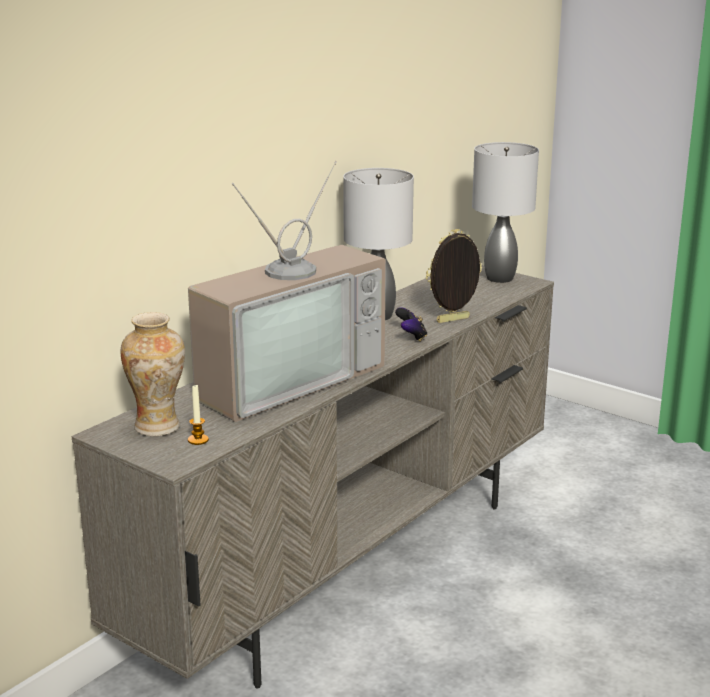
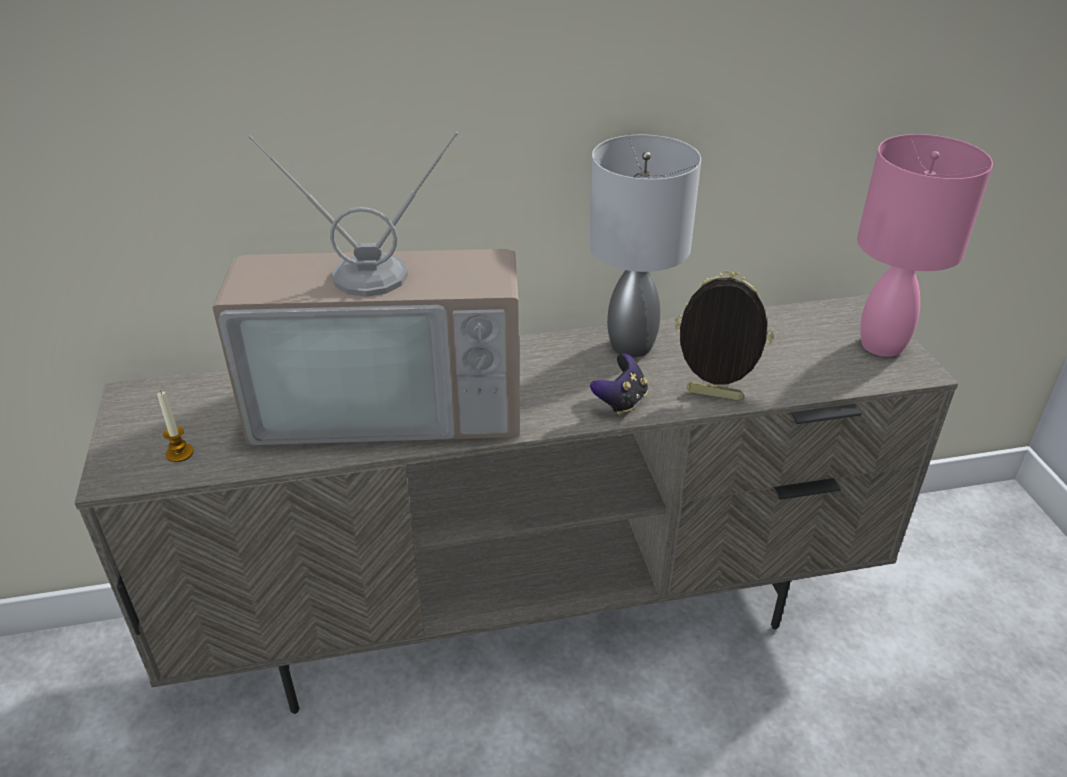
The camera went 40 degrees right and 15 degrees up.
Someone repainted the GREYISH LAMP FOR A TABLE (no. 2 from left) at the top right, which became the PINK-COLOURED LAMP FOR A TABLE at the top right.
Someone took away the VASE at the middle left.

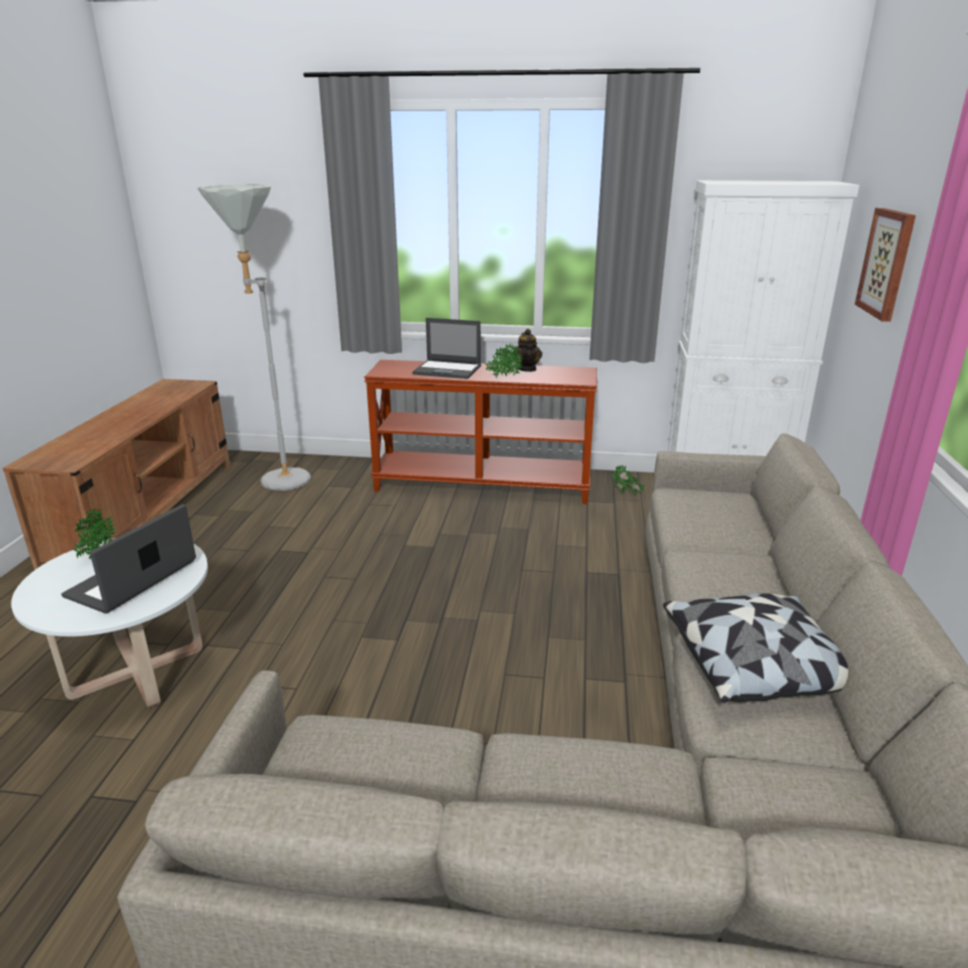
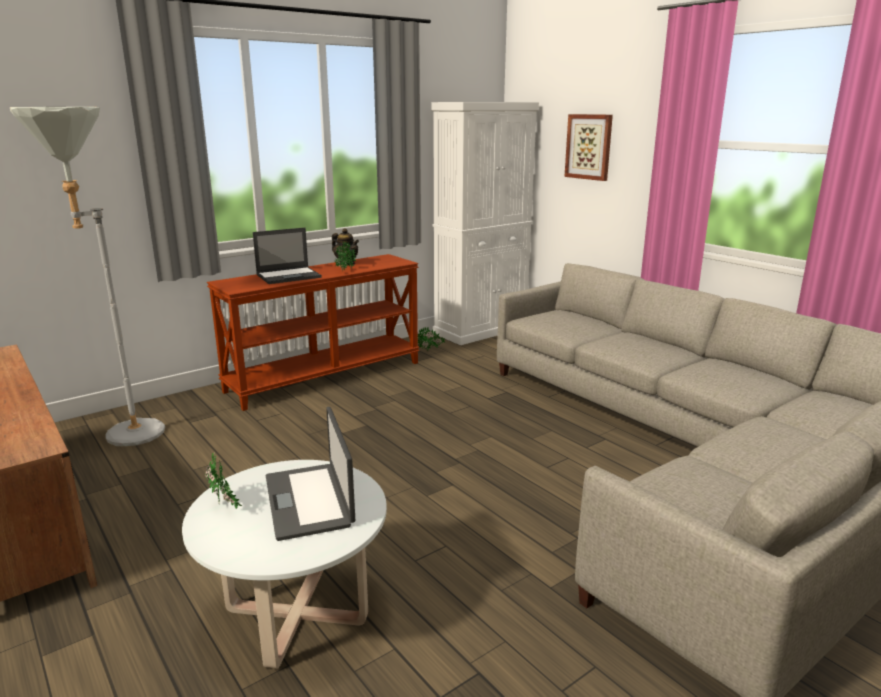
The camera went 45 degrees left and 5 degrees down.
Someone took away the PILLOW at the bottom right.

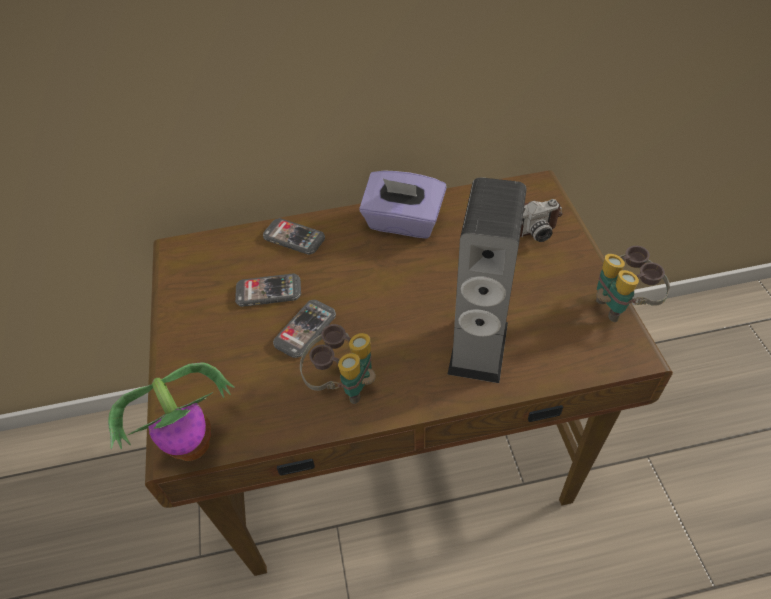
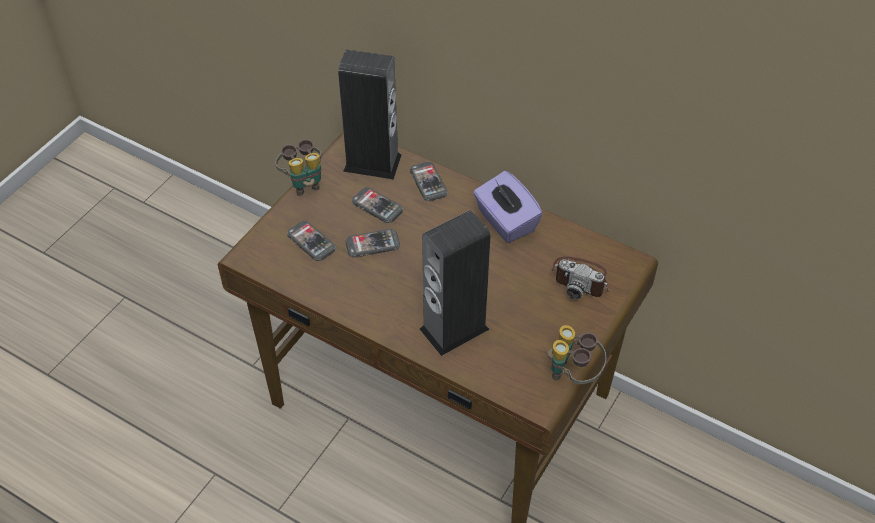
The camera went 40 degrees right and 0 degrees up.
Someone carried the PAIR OF BINOCULARS (no. 1 from left) from the centre to the top centre.
Someone took away the PLANT IN A POT at the bottom left.
Someone put down the SPEAKER (no. 1 from left) at the top centre.
Someone put down the PHONE (no. 1 from left) at the centre.

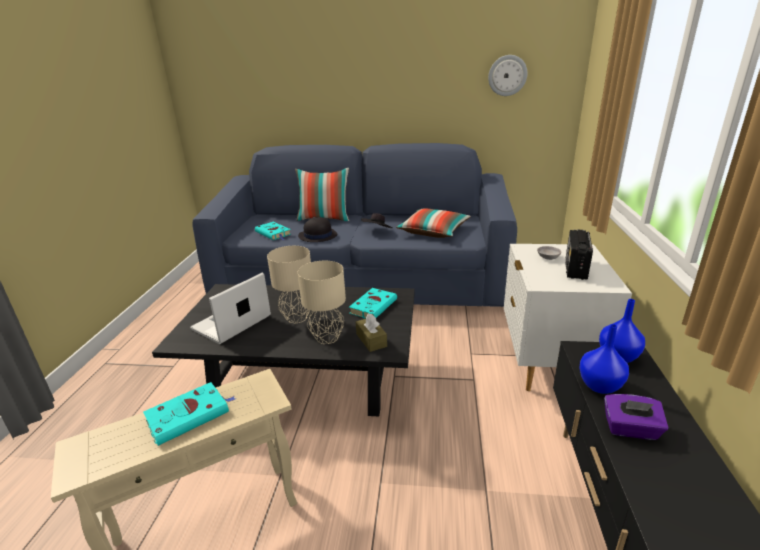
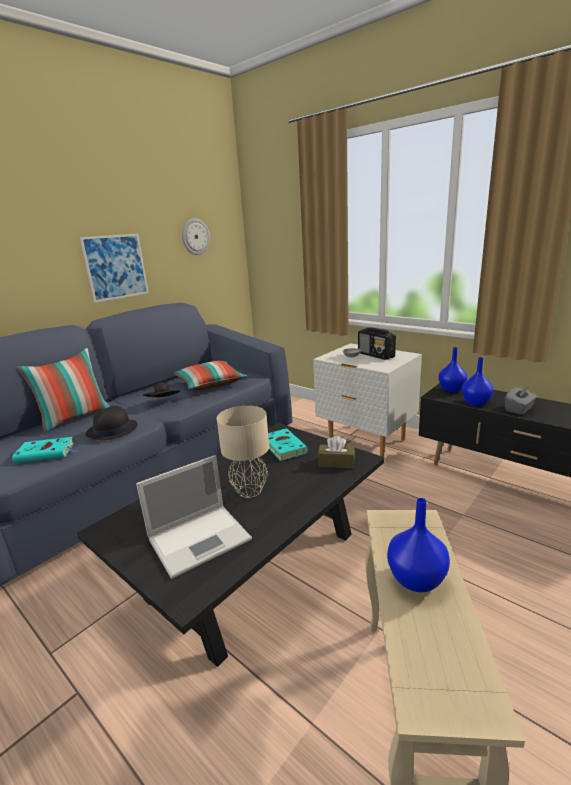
The camera went 55 degrees left and 5 degrees down.
Someone took away the BEIGE-COLOURED LAMP FOR A TABLE (no. 2 from left) at the centre.
Someone rotated the NOTEBOOK COMPUTER at the middle left by 105 degrees counterclockwise.
Someone swapped the TURQUOISE-COLOURED BOUND BOOK (no. 1 from left) at the bottom left for the BLUE VASE (no. 1 from left) at the bottom right.
Someone repainted the PURPLE-COLOURED TISSUE HOLDER at the bottom right, which became the GREYISH TISSUE HOLDER at the middle right.
Someone put up the WALL PICTURE at the middle left.

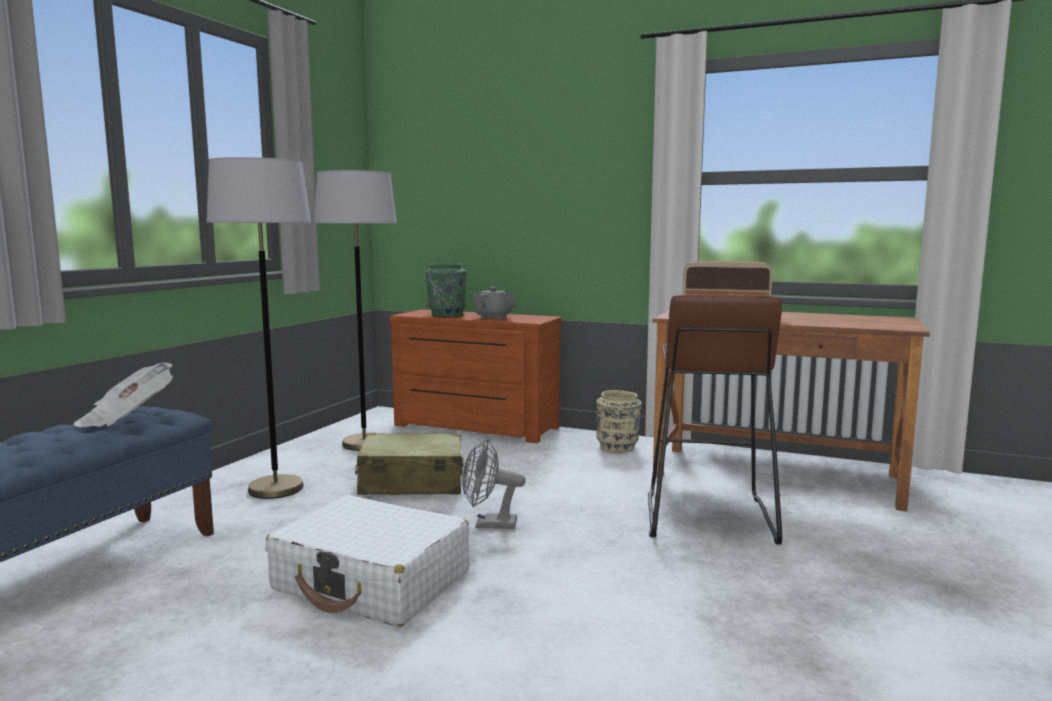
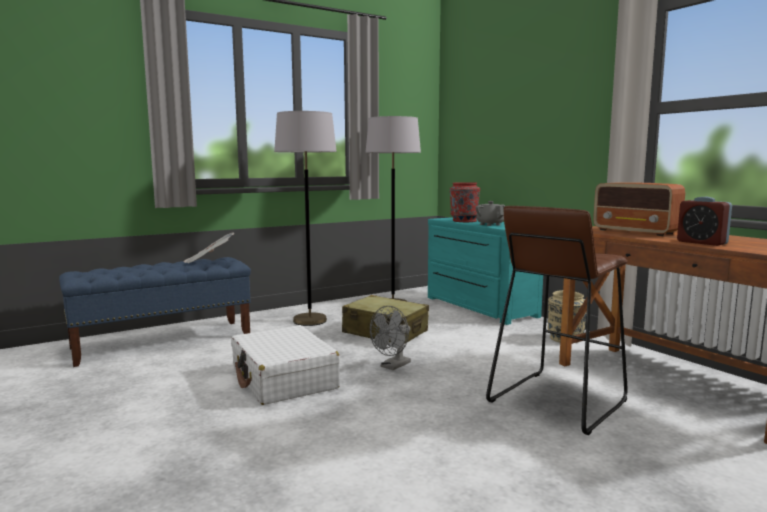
The camera went 35 degrees right and 0 degrees up.
Someone repainted the GREENISH VASE at the centre, which became the RED-COLOURED VASE at the centre.
Someone repainted the BROWNISH CHEST OF DRAWERS at the centre, which became the TURQUOISE-COLOURED CHEST OF DRAWERS at the centre.
Someone rotated the GREYISH FAN at the bottom centre by 90 degrees counterclockwise.
Someone put down the ALARM CLOCK at the middle right.

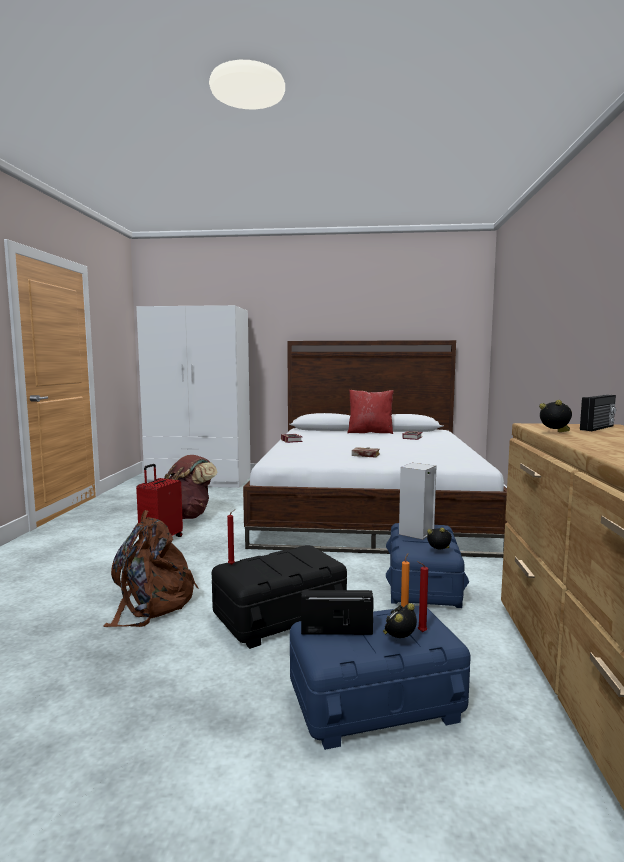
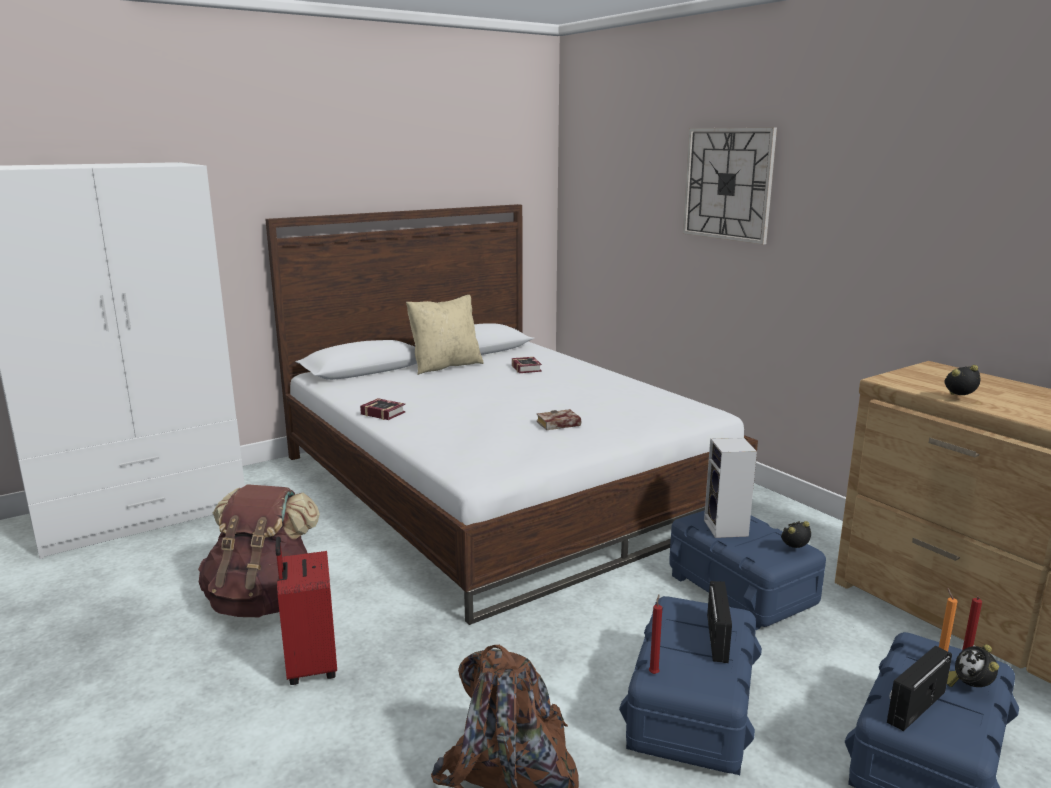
The camera went 40 degrees left and 10 degrees up.
Someone repainted the RED-COLOURED PILLOW at the centre, which became the BEIGE-COLOURED PILLOW at the centre.
Someone carried the RADIO RECEIVER (no. 2 from left in the first image) from the middle right to the bottom right.
Someone repainted the BLACK-COLOURED STORAGE BIN at the bottom centre, which became the BLUE STORAGE BIN (no. 1 from left) at the bottom centre.
Someone put up the WALL CLOCK at the top right.

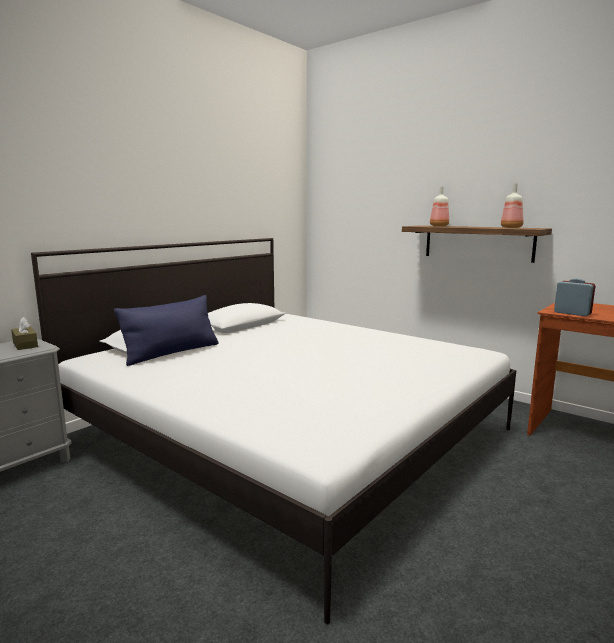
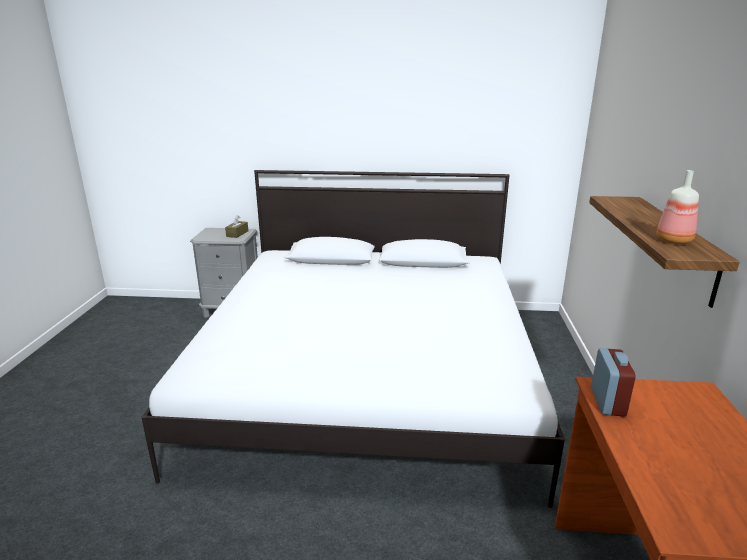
The camera went 55 degrees right and 10 degrees up.
Someone took away the BOTTLE (no. 1 from left) at the top right.
Someone took away the BLUE PILLOW at the middle left.

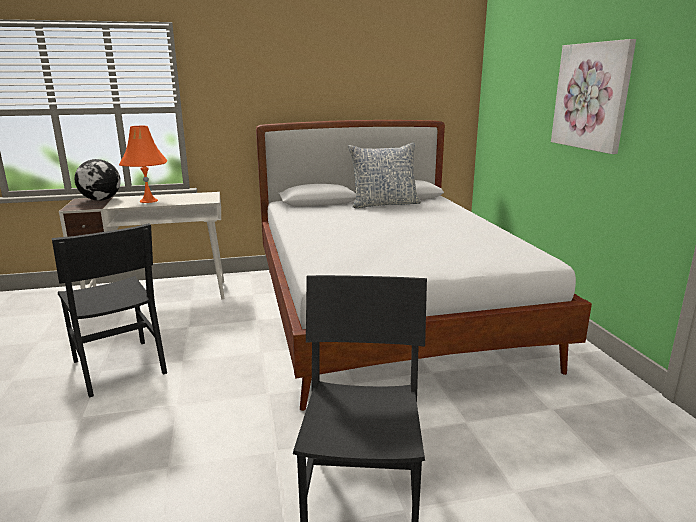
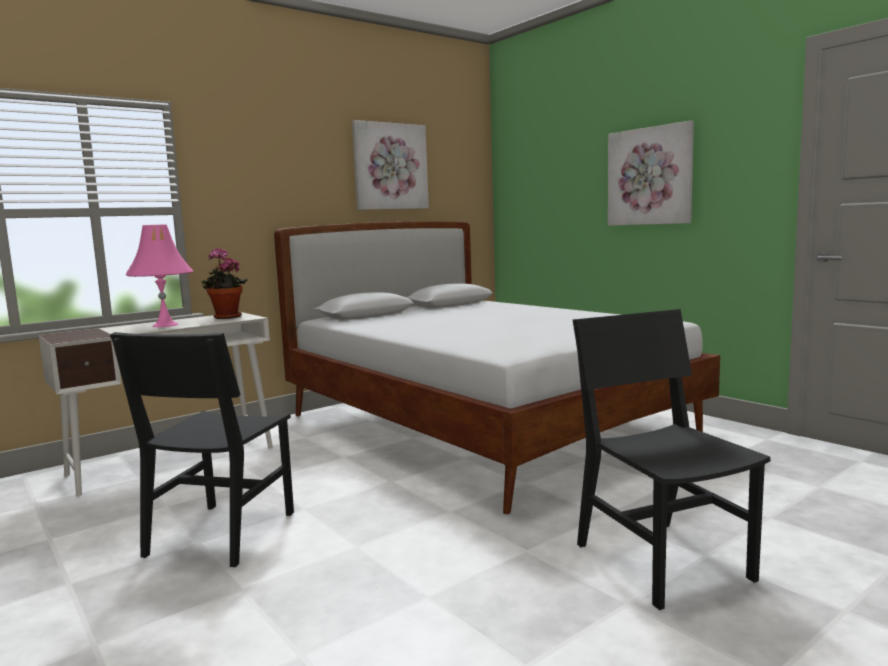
The camera went 25 degrees left and 10 degrees down.
Someone repainted the ORANGE LAMP FOR A TABLE at the top left, which became the PINK-COLOURED LAMP FOR A TABLE at the middle left.
Someone took away the PILLOW at the centre.
Someone took away the GLOBE at the middle left.
Someone rotated the BLACK-COLOURED CHAIR (no. 1 from left) at the middle left by 75 degrees clockwise.
Someone put up the WALL PICTURE (no. 1 from left) at the top centre.
Someone put down the PLANT IN A POT at the middle left.

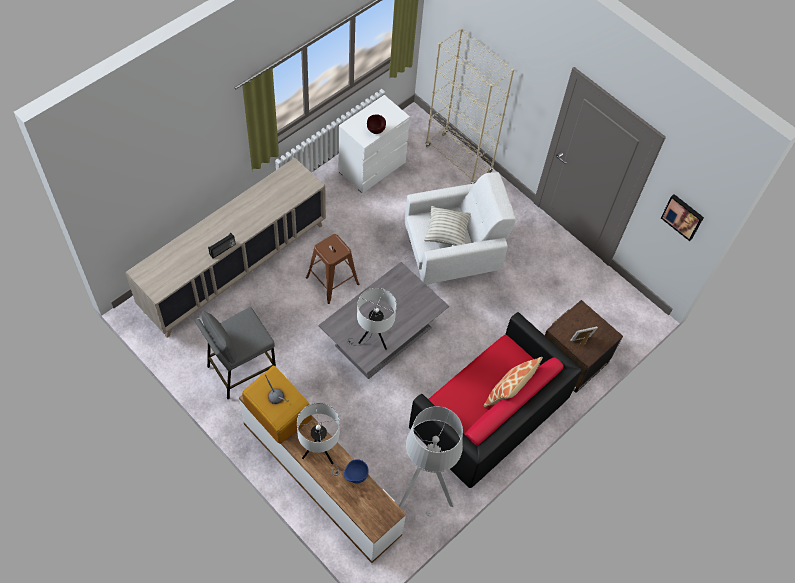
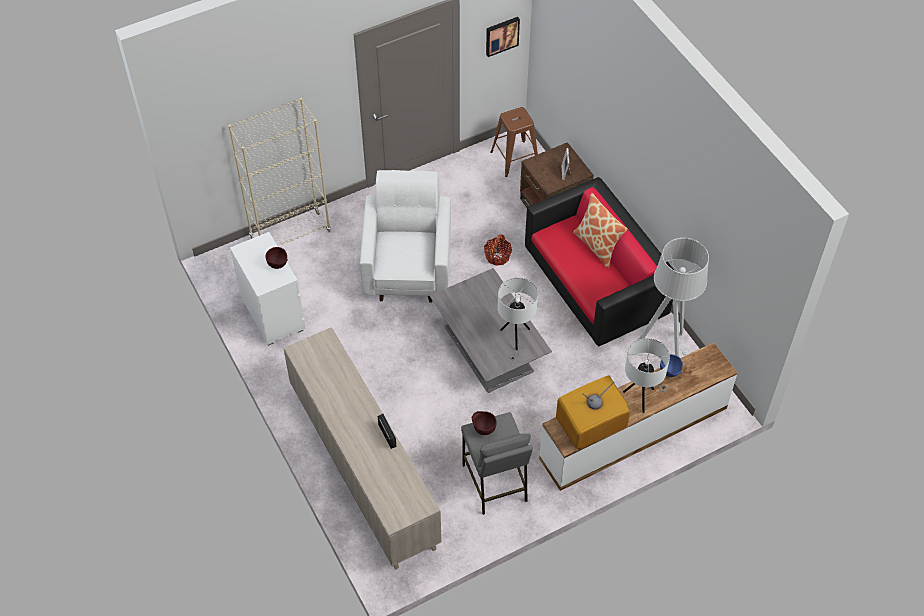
The camera went 70 degrees left and 5 degrees down.
Someone took away the PILLOW (no. 1 from left) at the centre.
Someone carried the BROWNISH SITTING STOOL from the centre to the top centre.
Someone put down the STORAGE BASKET at the centre.
Someone put down the BROWNISH BOWL (no. 2 from left) at the bottom centre.

